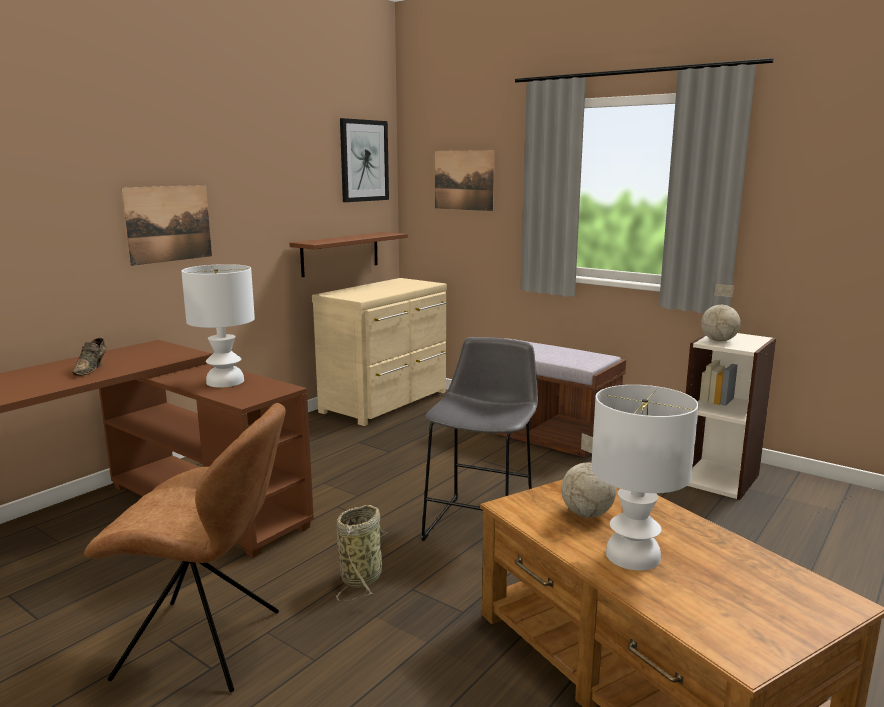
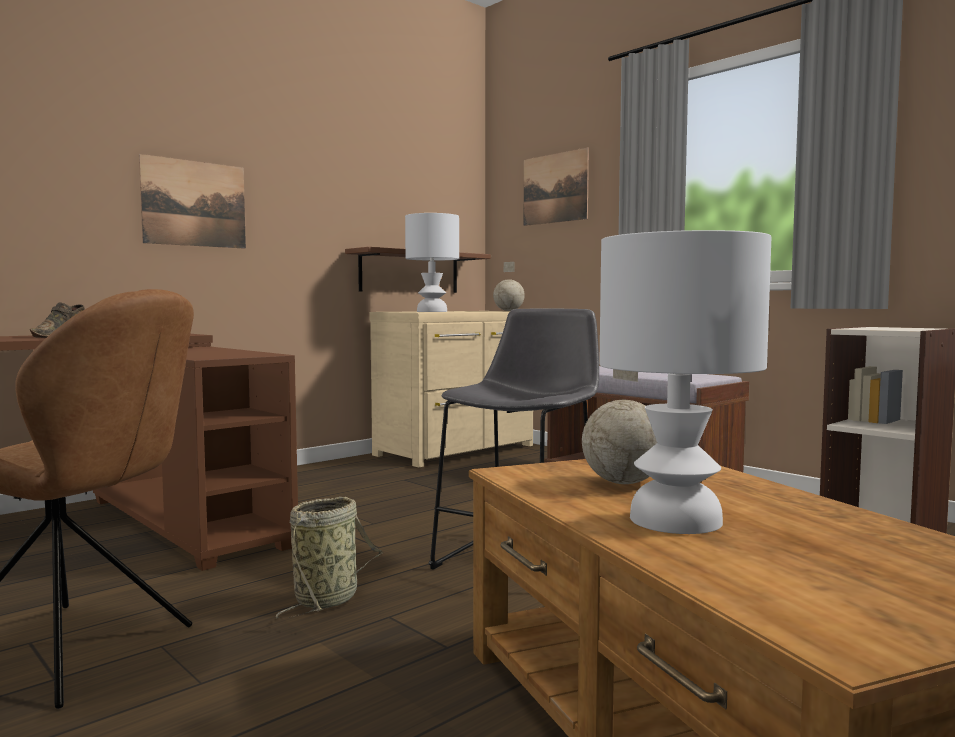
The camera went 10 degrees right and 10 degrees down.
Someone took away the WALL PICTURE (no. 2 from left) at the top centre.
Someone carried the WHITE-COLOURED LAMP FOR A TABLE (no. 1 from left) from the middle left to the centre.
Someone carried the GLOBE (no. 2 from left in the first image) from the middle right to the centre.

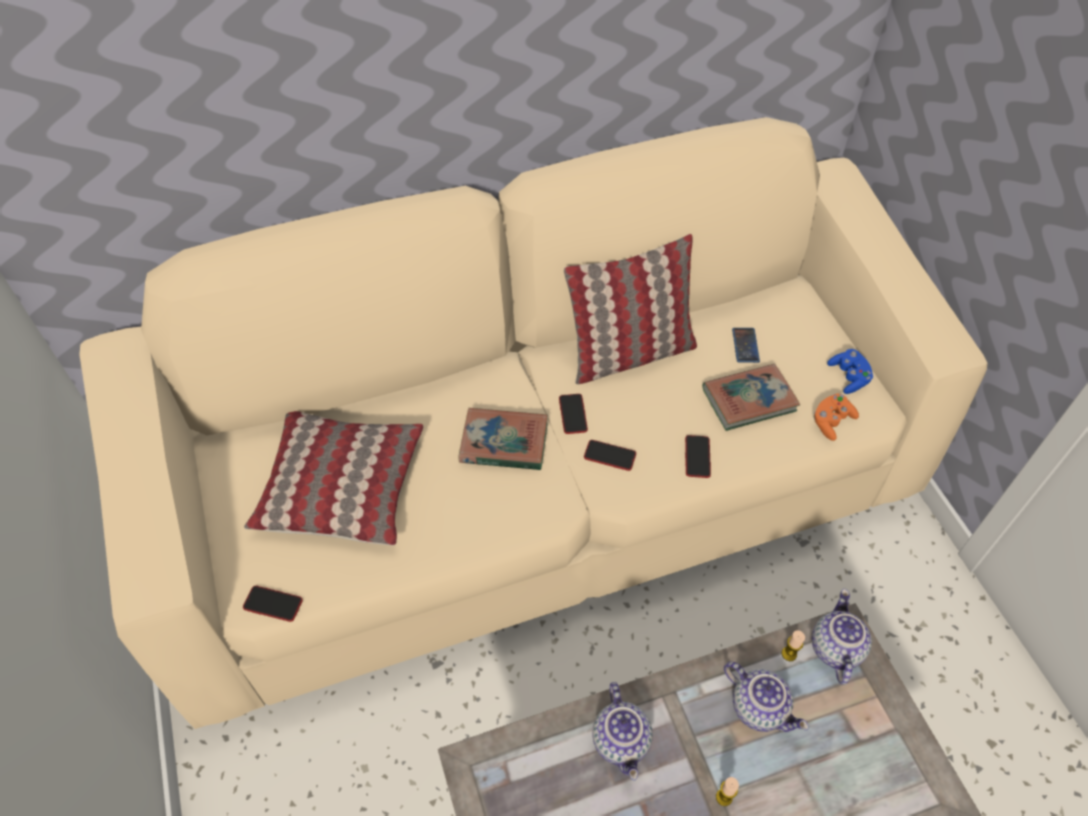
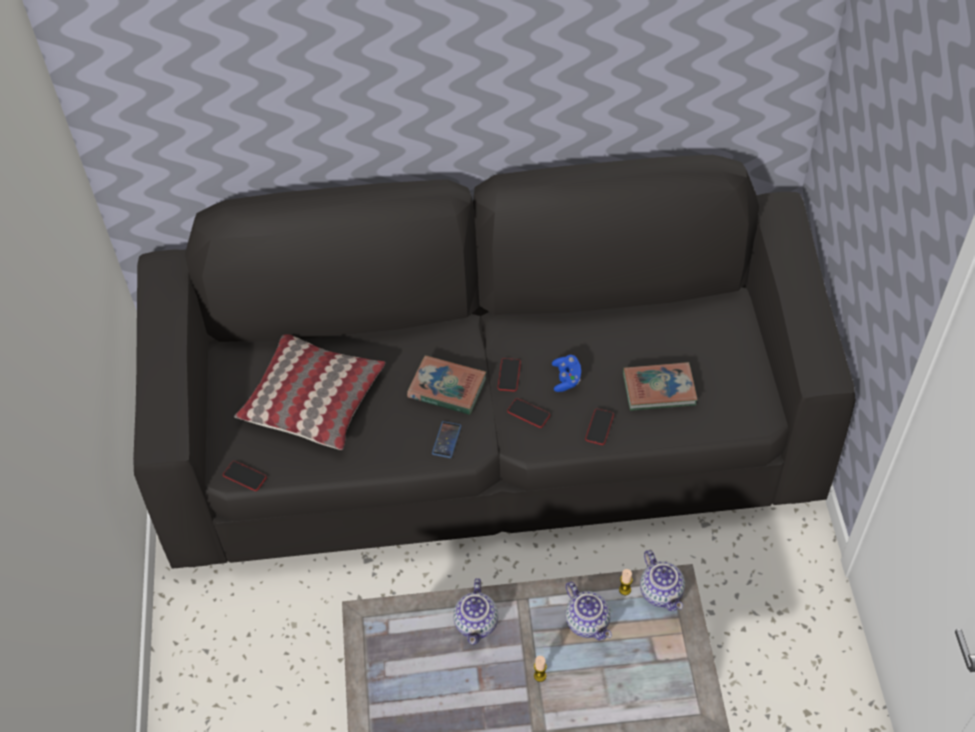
The camera went 15 degrees right and 0 degrees up.
Someone repainted the BEIGE-COLOURED SETTEE at the centre, which became the BLACK-COLOURED SETTEE at the centre.
Someone took away the PILLOW (no. 2 from left) at the centre.
Someone carried the PHONE (no. 5 from left in the first image) from the middle right to the centre.
Someone carried the BLUE GAME CONTROLLER from the middle right to the centre.
Someone took away the ORANGE GAME CONTROLLER at the middle right.
Someone rotated the TEA POT (no. 3 from left) at the bottom right by 135 degrees clockwise.

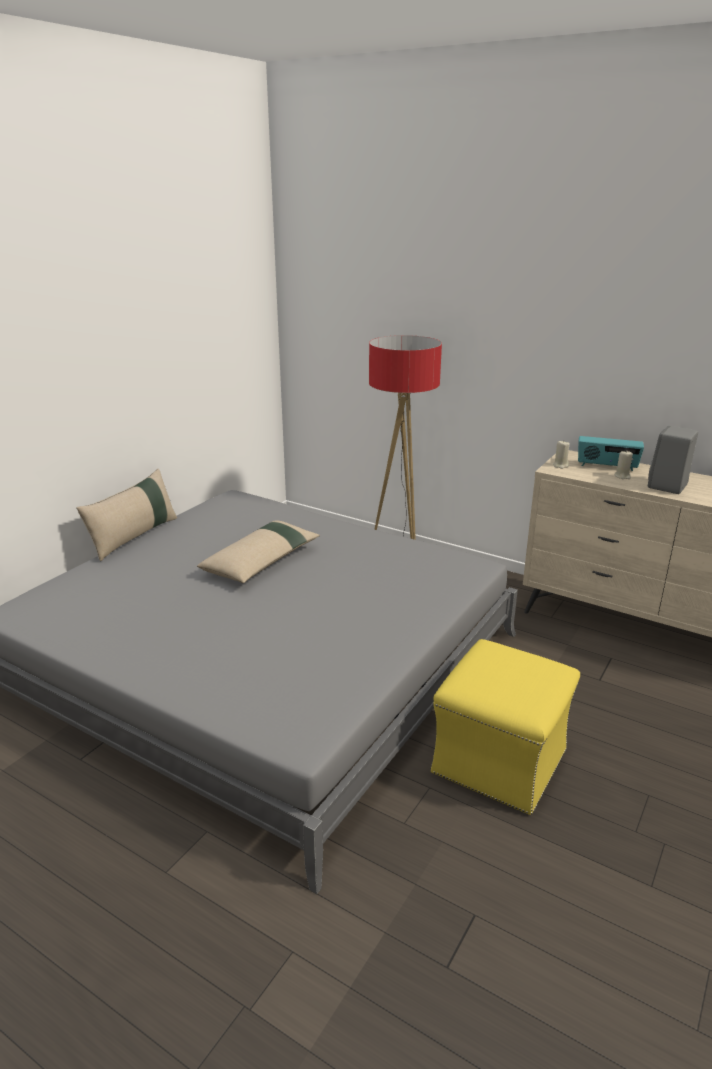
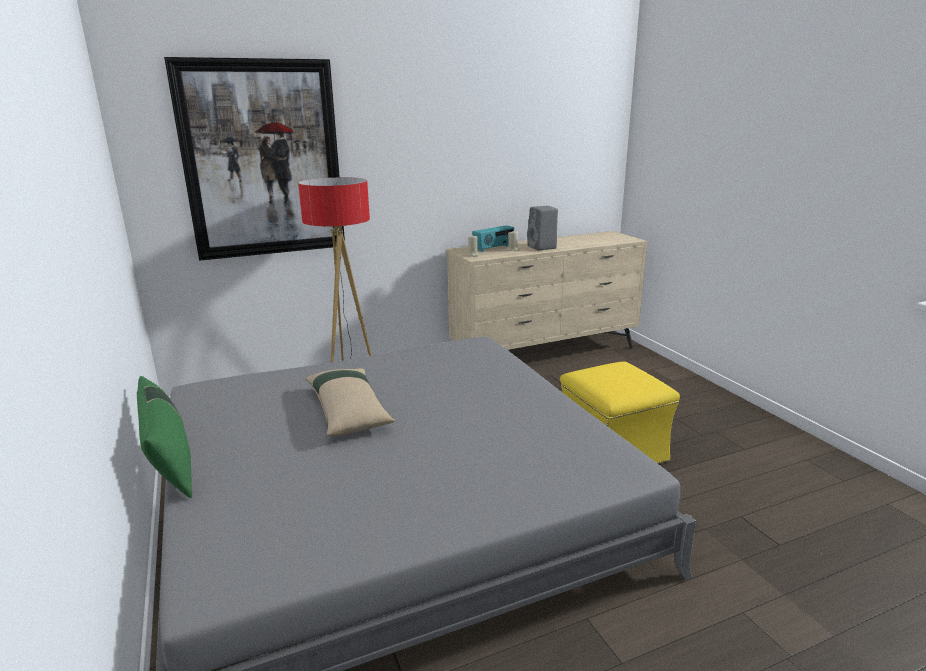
The camera went 55 degrees left and 5 degrees down.
Someone repainted the BEIGE-COLOURED PILLOW (no. 1 from left) at the middle left, which became the GREENISH PILLOW at the middle left.
Someone put up the WALL PICTURE at the top left.

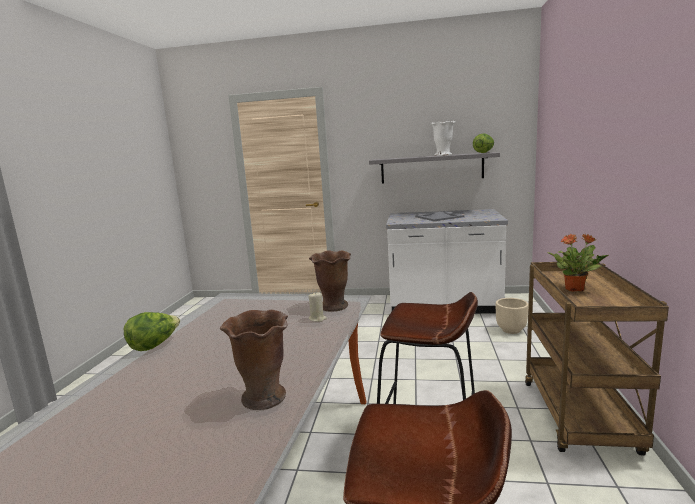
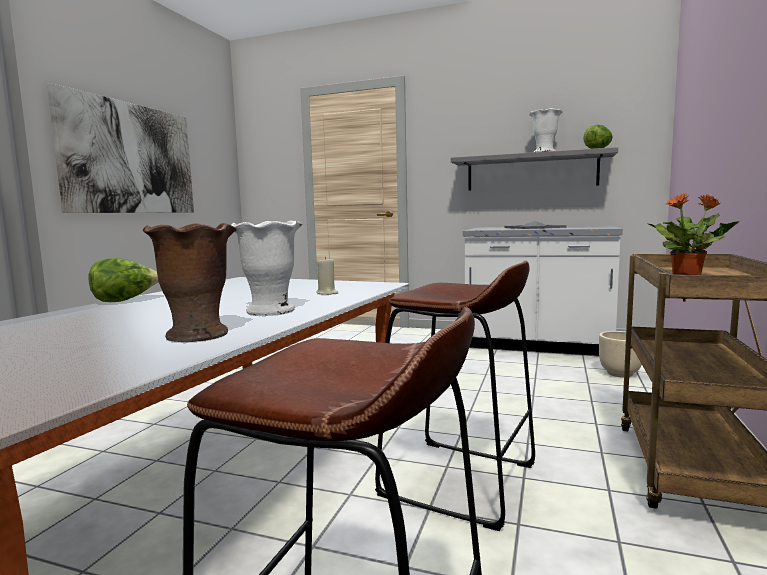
The camera went 10 degrees right and 5 degrees down.
Someone took away the BROWNISH VASE (no. 2 from left) at the centre.
Someone put up the WALL PICTURE at the top left.
Someone put down the WHITE-COLOURED VASE (no. 1 from left) at the centre.

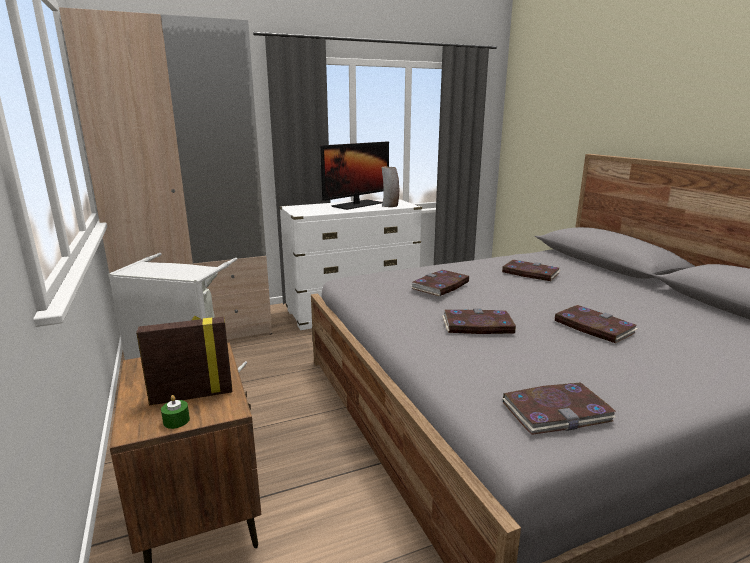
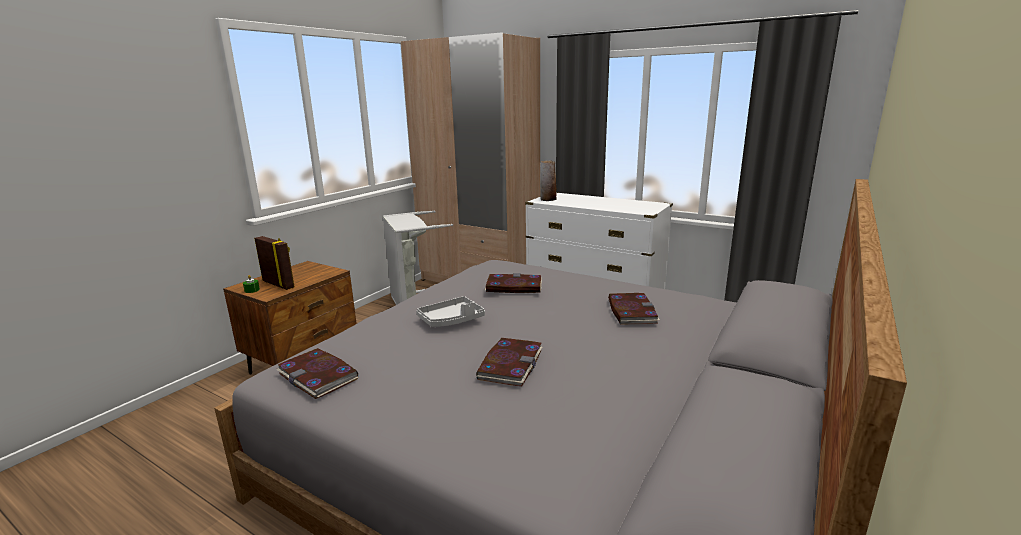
The camera went 55 degrees right and 0 degrees up.
Someone took away the COMPUTER DISPLAY at the top centre.
Someone carried the VASE from the top centre to the centre.
Someone swapped the BOUND BOOK (no. 2 from left) at the centre for the GREYISH TRAY at the centre.

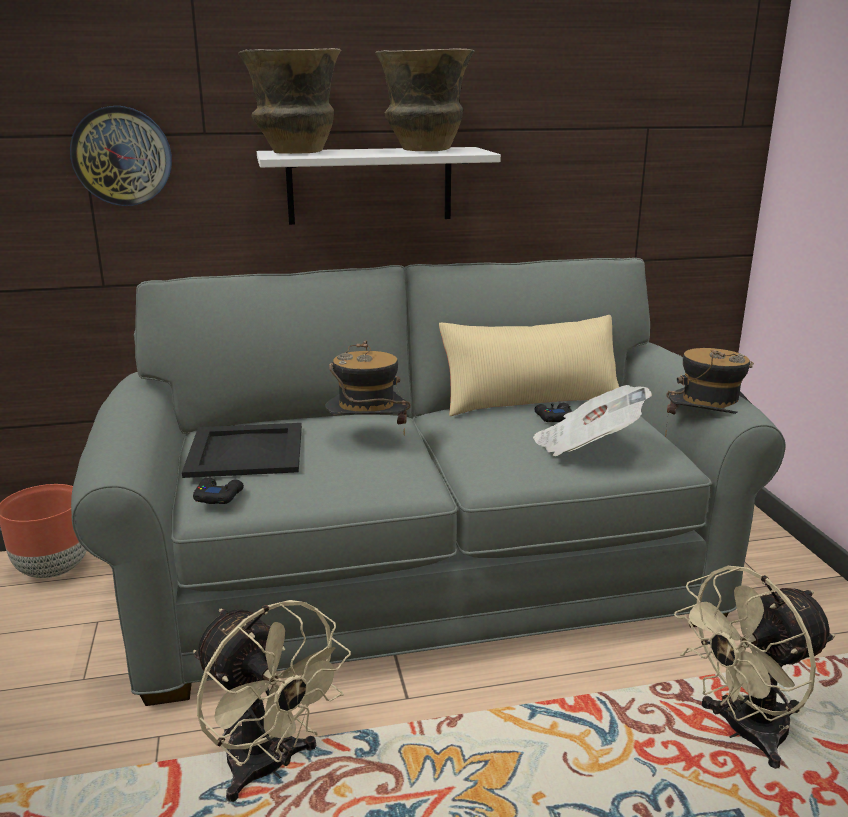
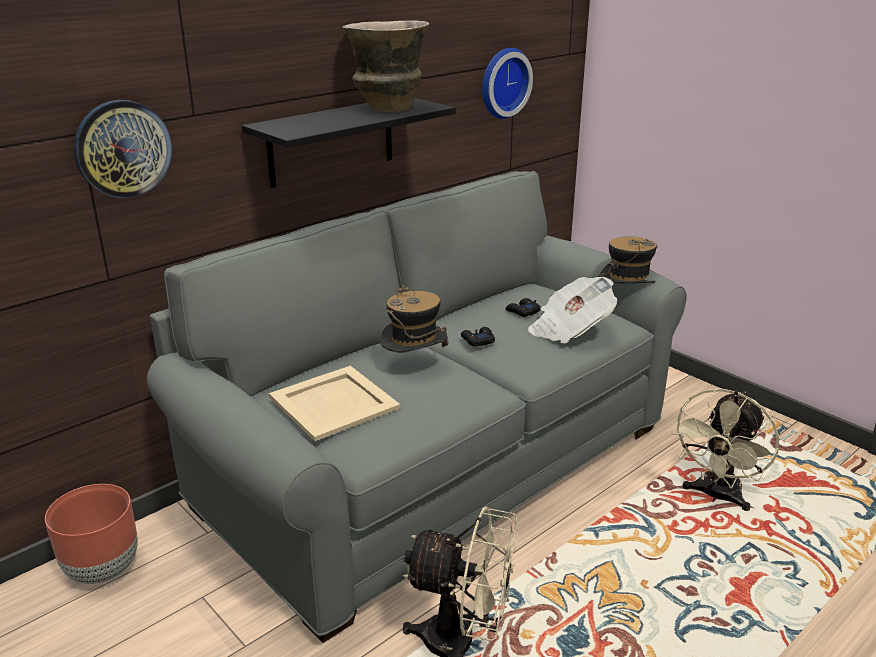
The camera went 30 degrees left and 5 degrees up.
Someone took away the VASE (no. 1 from left) at the top centre.
Someone repainted the WHITE-COLOURED BRACKET SHELF at the top centre, which became the BLACK-COLOURED BRACKET SHELF at the top centre.
Someone took away the BEIGE-COLOURED PILLOW at the centre.
Someone repainted the BLACK-COLOURED TRAY at the middle left, which became the BEIGE-COLOURED TRAY at the centre.
Someone carried the BLACK-COLOURED GAME CONTROLLER (no. 1 from left) from the middle left to the centre.
Someone put up the WALL CLOCK (no. 2 from left) at the top centre.

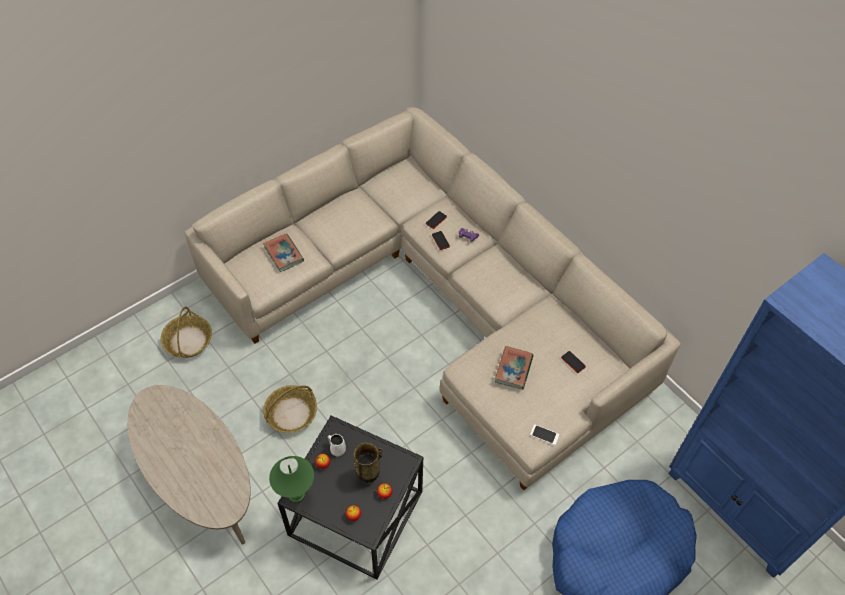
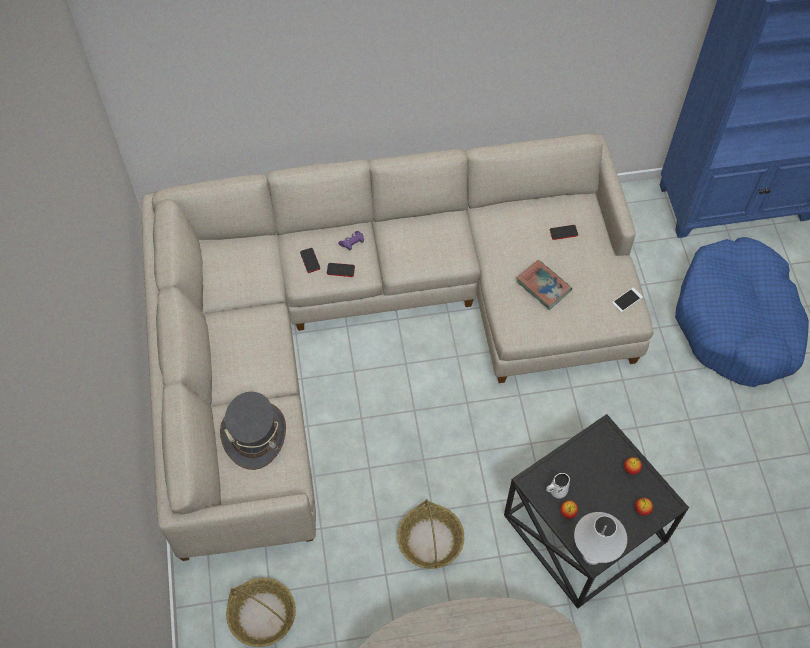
The camera went 60 degrees left and 5 degrees up.
Someone swapped the BOUND BOOK (no. 1 from left) at the centre for the GREYISH CLOTHING HAT at the middle left.
Someone took away the VASE at the bottom centre.
Someone repainted the GREENISH LAMP FOR A TABLE at the bottom centre, which became the WHITE-COLOURED LAMP FOR A TABLE at the bottom right.

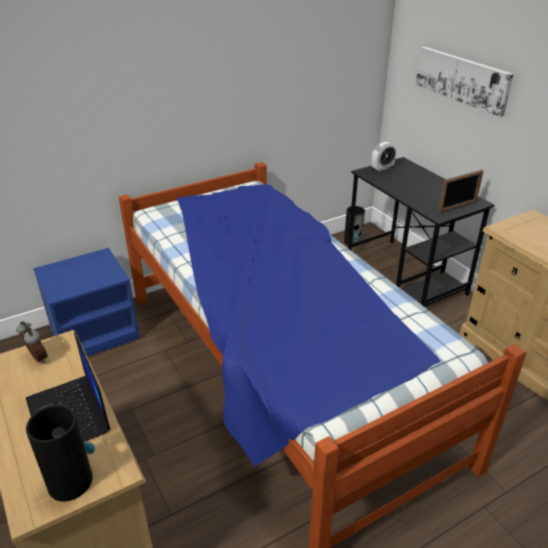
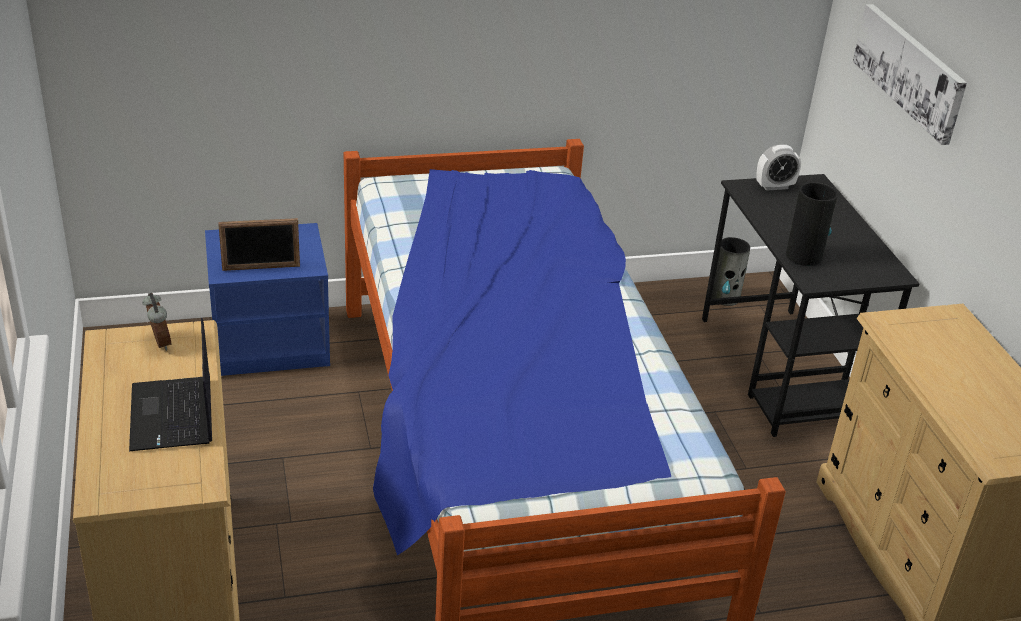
The camera went 15 degrees right and 0 degrees up.
Someone carried the PHOTO FRAME from the middle right to the middle left.
Someone carried the VASE (no. 1 from left in the first image) from the bottom left to the middle right.

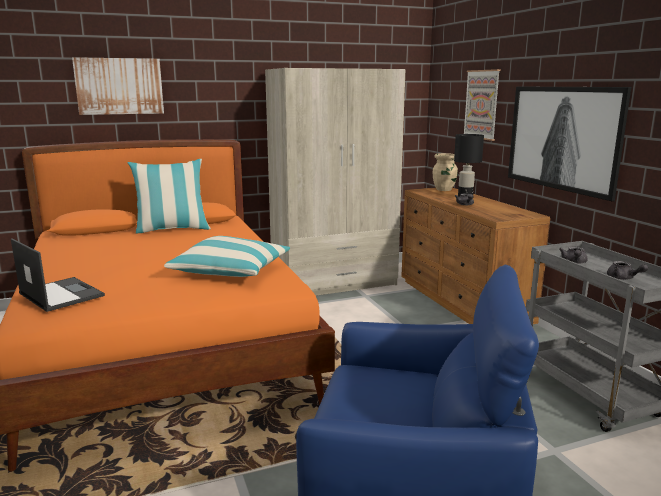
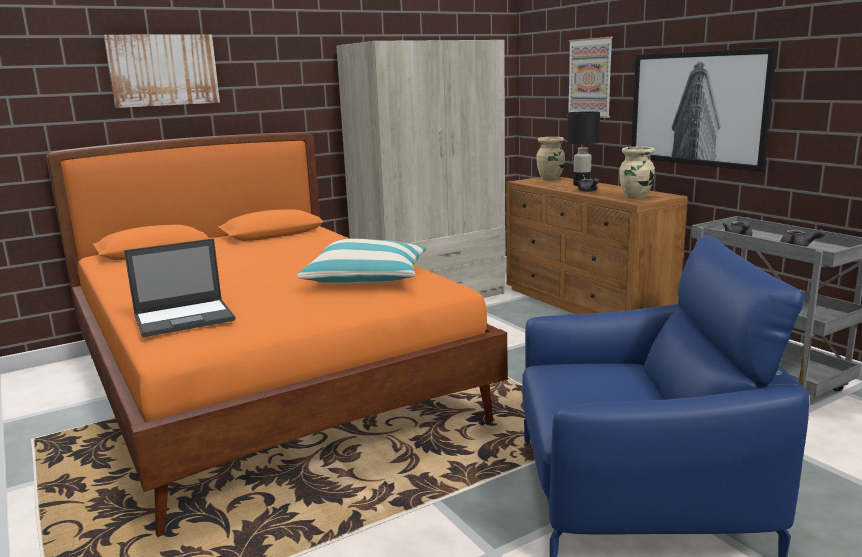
The camera went 10 degrees left and 0 degrees up.
Someone took away the PILLOW (no. 1 from left) at the middle left.
Someone rotated the NOTEBOOK COMPUTER at the middle left by 120 degrees clockwise.
Someone put down the BEIGE-COLOURED VASE (no. 2 from left) at the top right.

